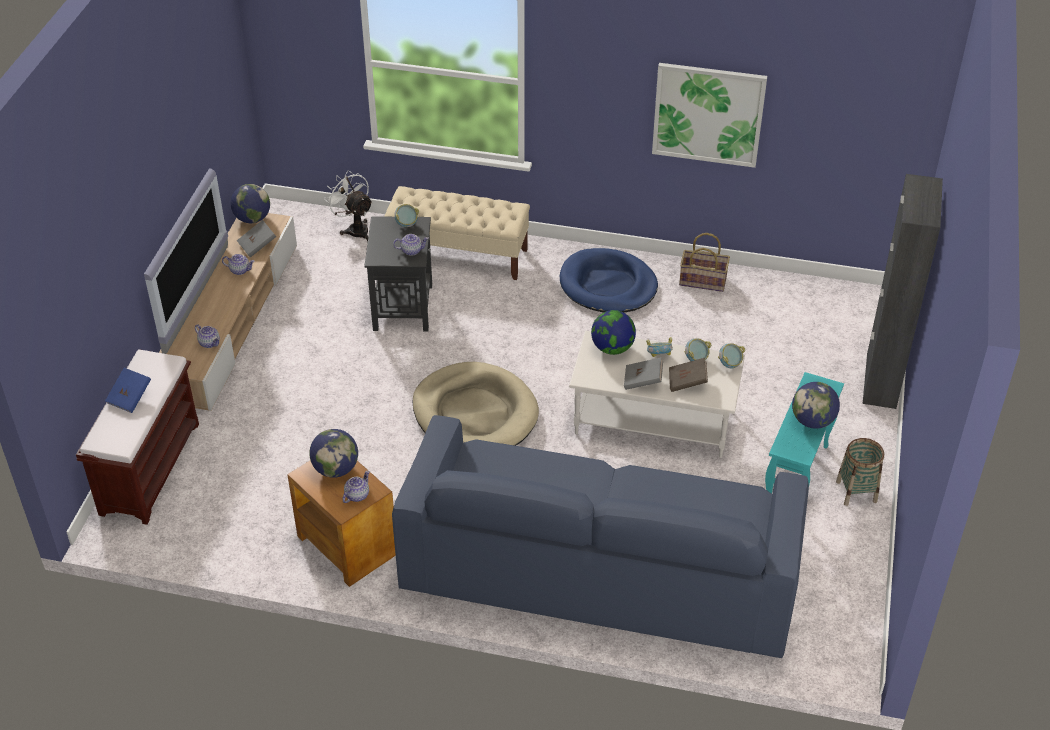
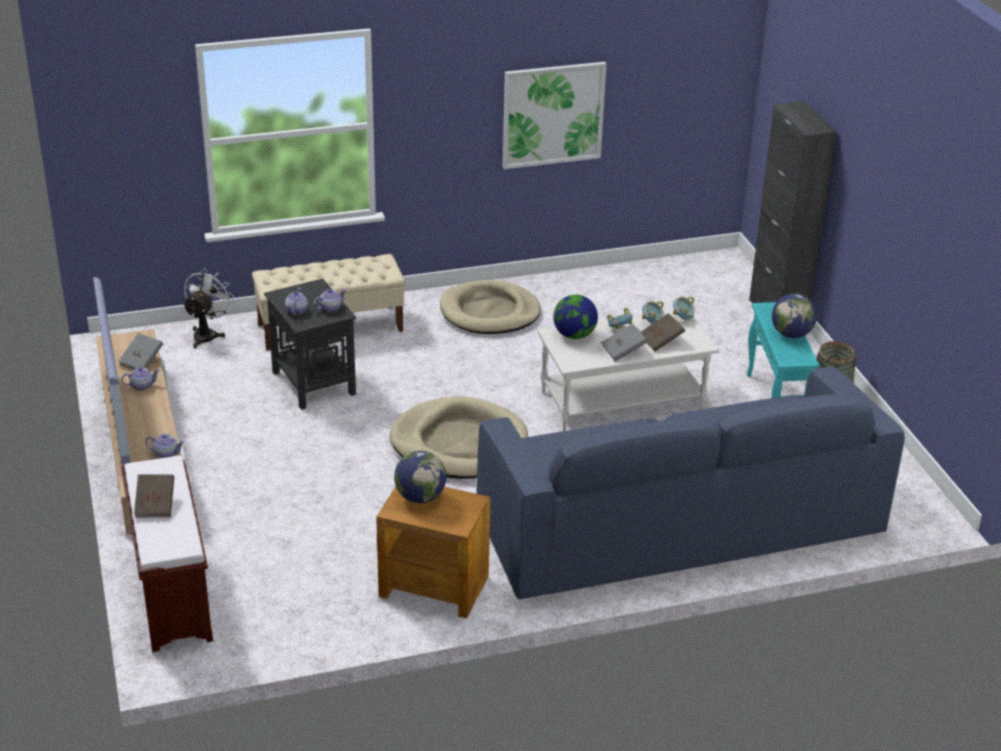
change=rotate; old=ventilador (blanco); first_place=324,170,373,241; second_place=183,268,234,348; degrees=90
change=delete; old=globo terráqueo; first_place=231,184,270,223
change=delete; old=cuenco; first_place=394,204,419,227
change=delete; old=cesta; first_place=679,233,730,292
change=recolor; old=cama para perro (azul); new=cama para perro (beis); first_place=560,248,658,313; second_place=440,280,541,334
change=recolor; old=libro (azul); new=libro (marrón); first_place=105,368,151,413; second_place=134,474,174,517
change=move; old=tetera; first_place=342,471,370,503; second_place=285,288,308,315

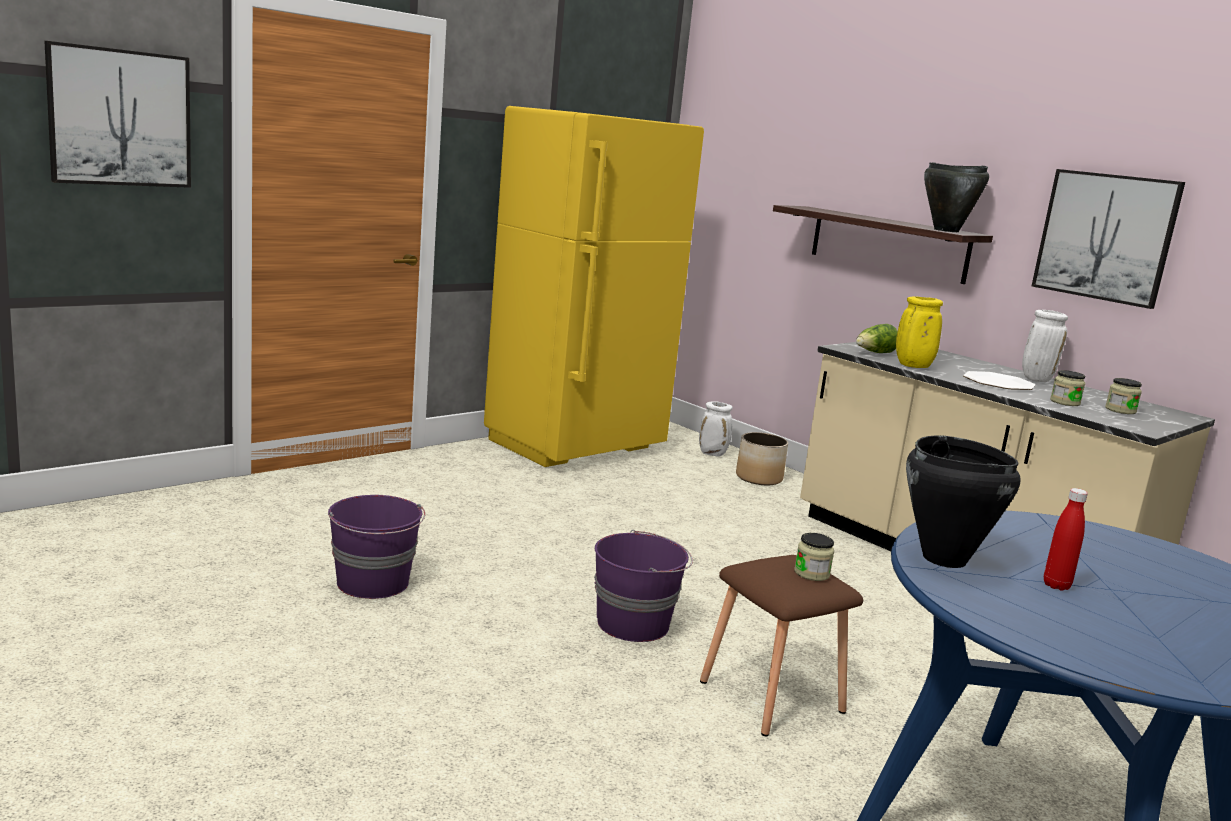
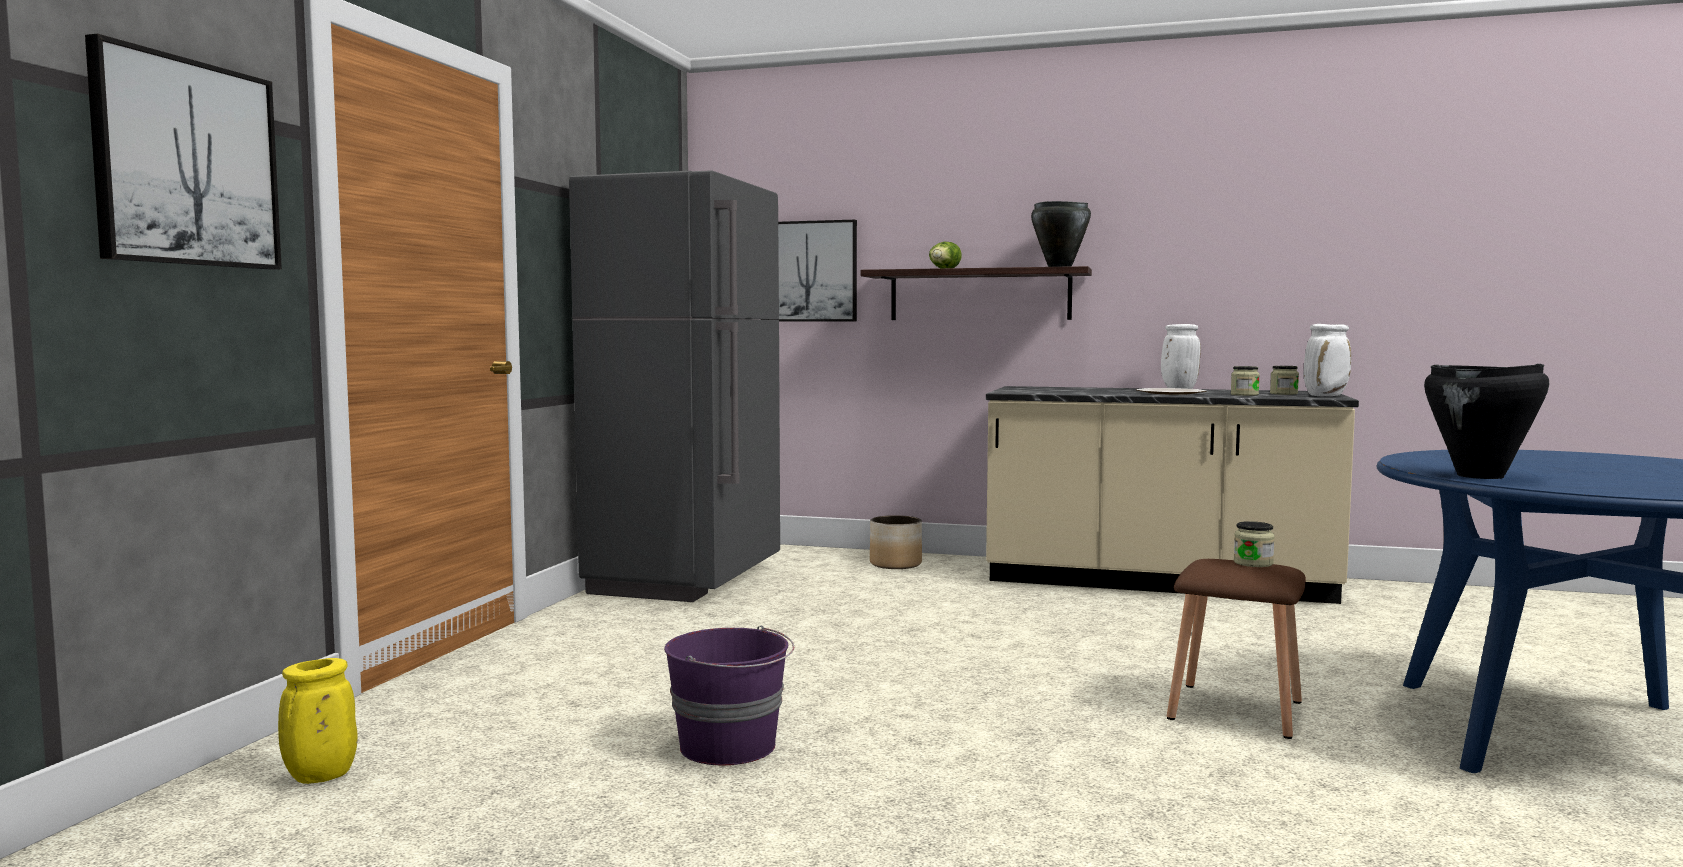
change=recolor; old=nevera (amarillo); new=nevera (gris); first_place=484,106,704,467; second_place=569,170,780,602
change=move; old=cuadro; first_place=1032,169,1185,309; second_place=760,220,857,322
change=move; old=florero (amarillo); first_place=896,296,943,368; second_place=278,658,358,784
change=move; old=lechuga; first_place=856,324,898,353; second_place=929,242,962,268
change=move; old=florero (blanco); first_place=699,401,733,457; second_place=1304,324,1351,396
change=delete; old=botella (rojo); first_place=1044,488,1088,591
change=delete; old=cubo (morado); first_place=594,530,693,642

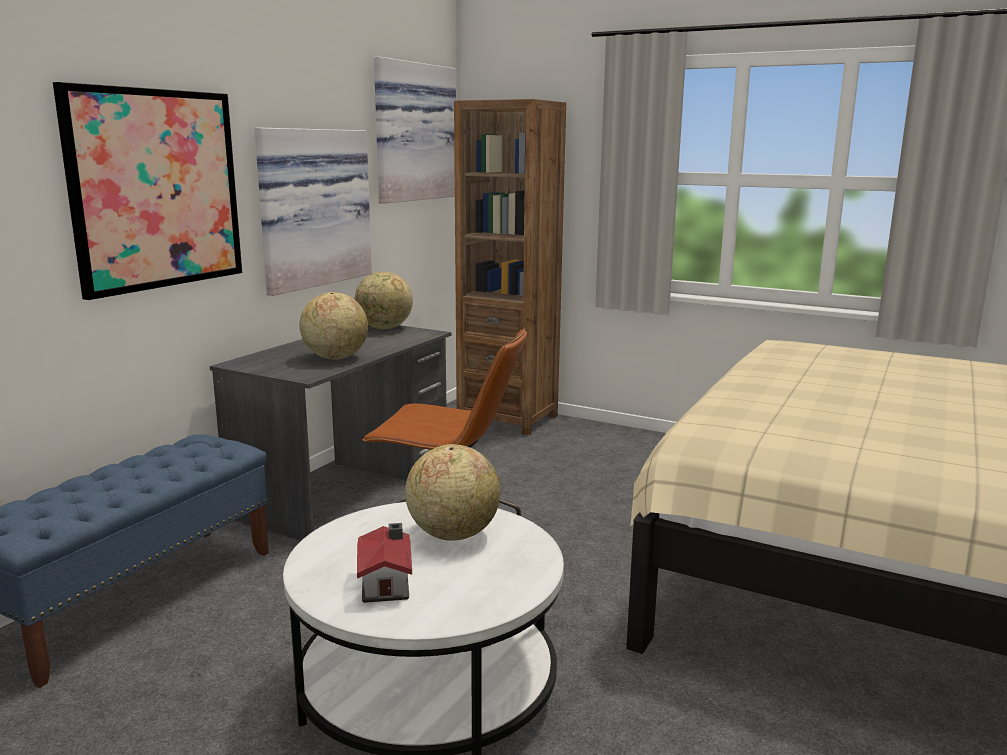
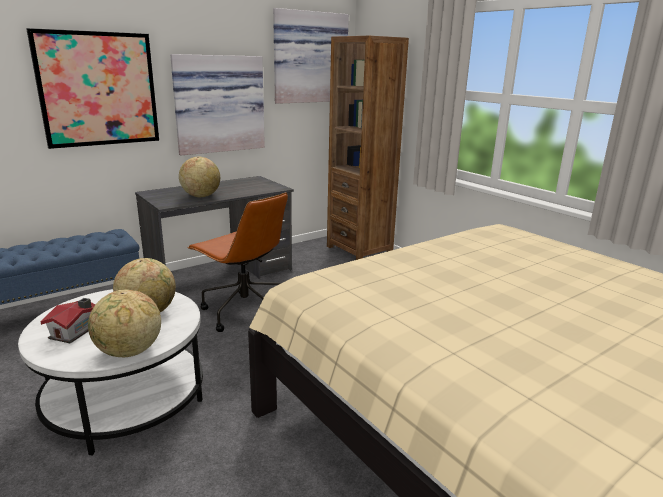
change=move; old=globo terráqueo; first_place=354,272,413,329; second_place=88,290,161,357

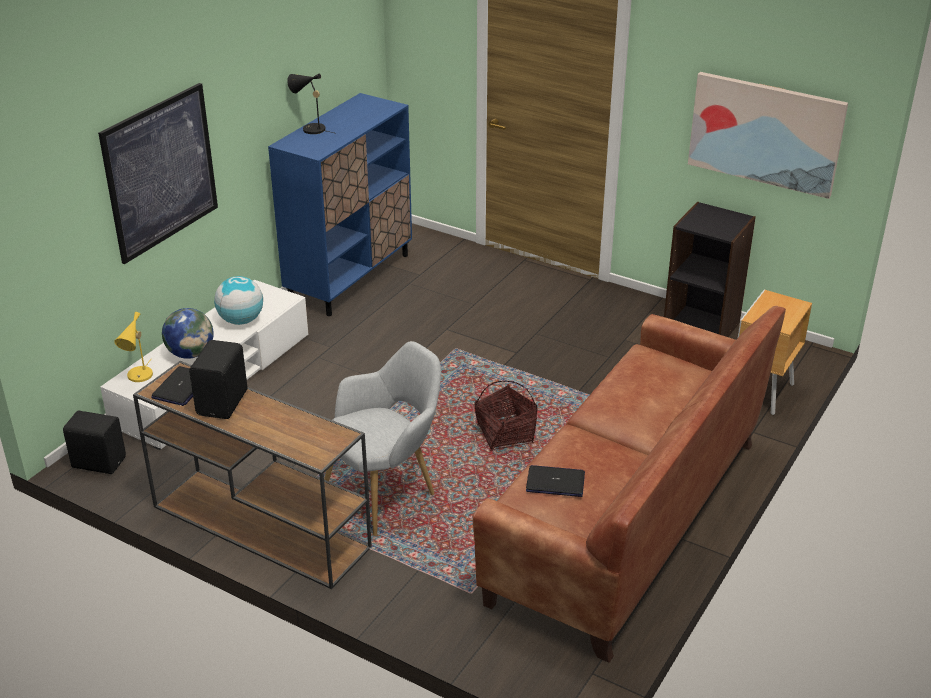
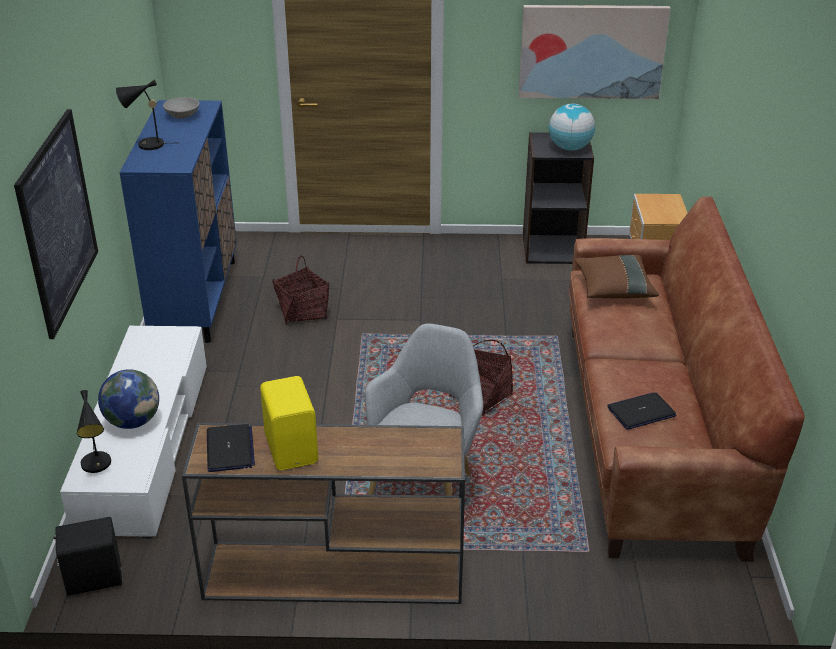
change=move; old=globo terráqueo; first_place=214,276,263,325; second_place=549,104,595,151
change=recolor; old=lámpara de mesa (amarillo); new=lámpara de mesa (negro); first_place=114,312,153,382; second_place=77,390,111,473
change=recolor; old=altavoz (negro); new=altavoz (amarillo); first_place=189,340,248,419; second_place=260,376,318,470
change=insert; new=cuenco (gris); second_place=163,97,199,119
change=insert; new=cojín (marrón); second_place=574,255,659,298
change=insert; new=cesta; second_place=273,256,329,326

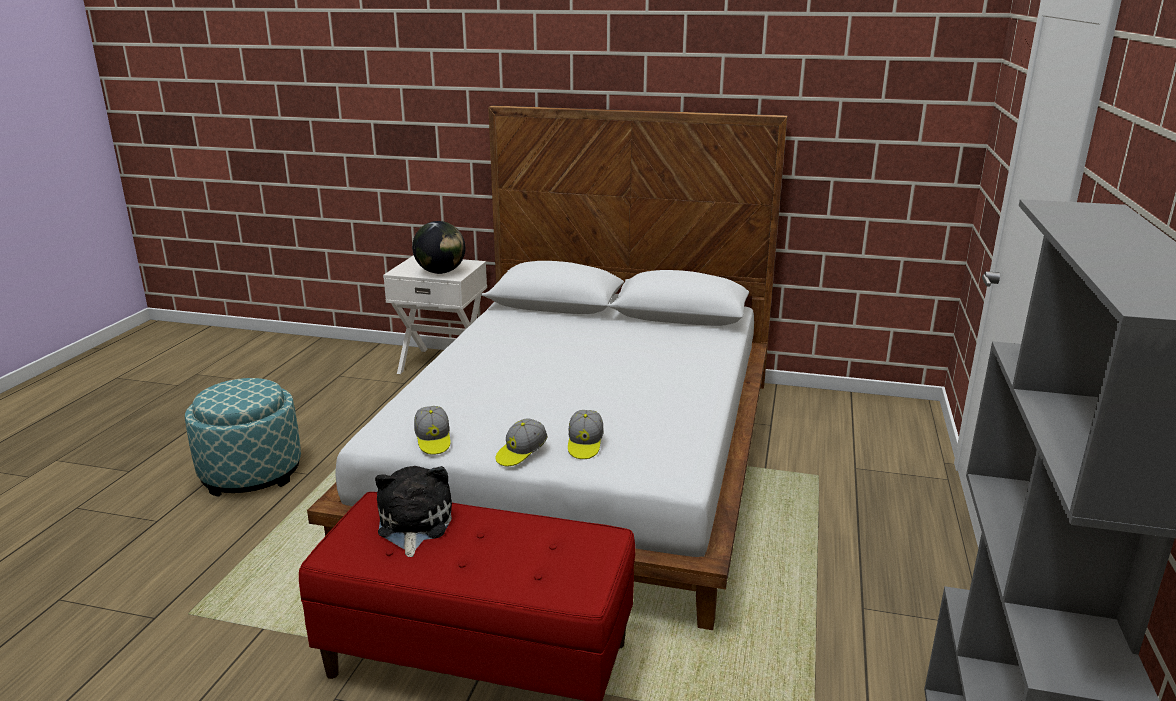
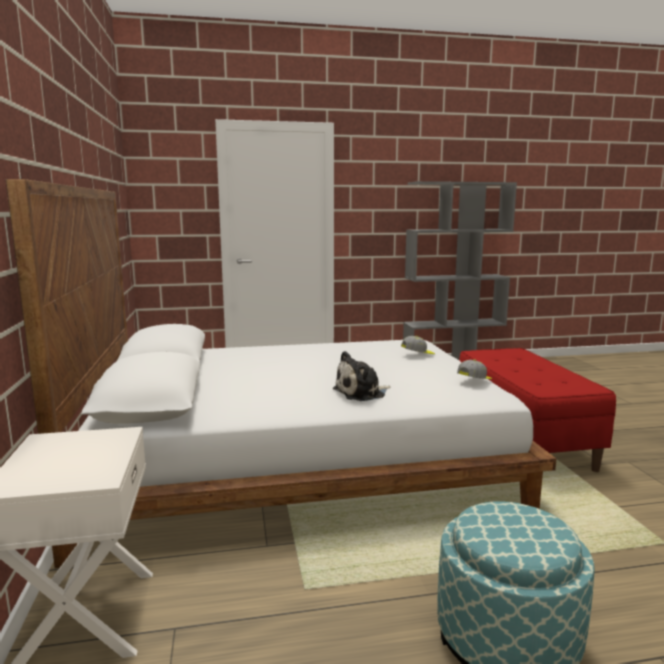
change=delete; old=globo terráqueo; first_place=412,221,465,274
change=delete; old=gorra; first_place=496,418,548,467
change=move; old=peluche; first_place=375,466,452,557; second_place=333,351,391,401

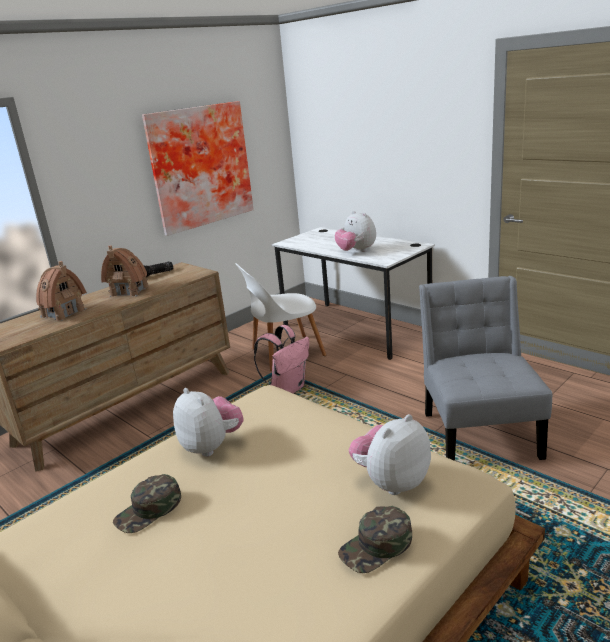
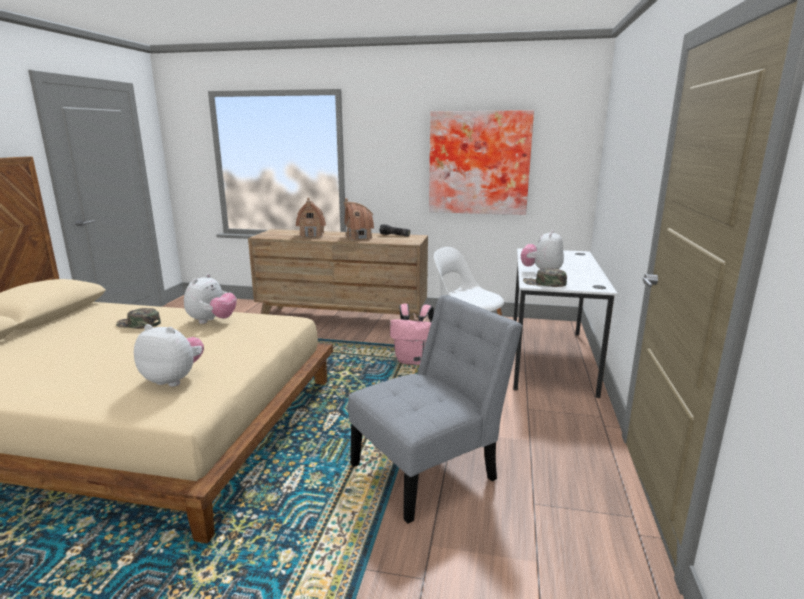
change=move; old=gorra (verde); first_place=338,506,412,573; second_place=523,268,567,287

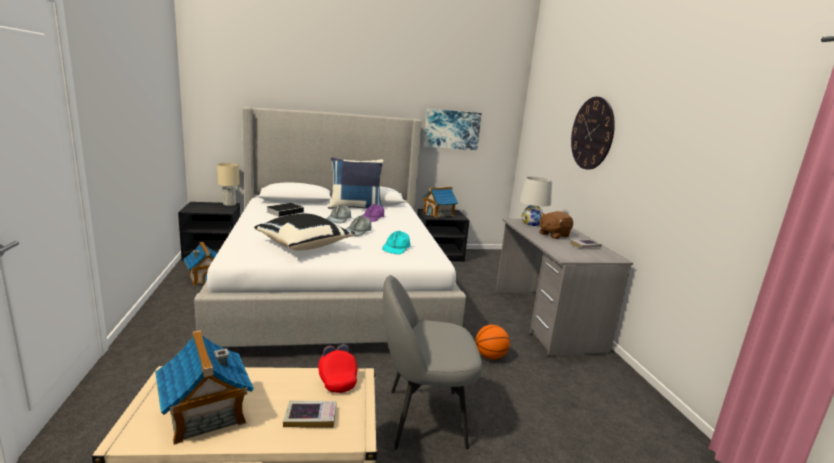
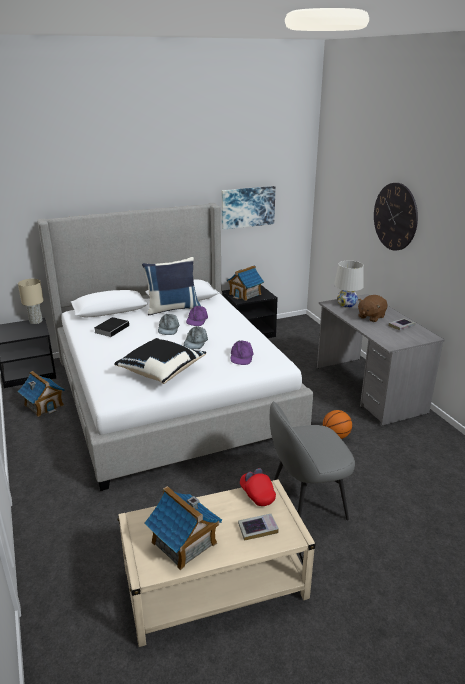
change=recolor; old=gorra (turquesa); new=gorra (morado); first_place=382,231,410,254; second_place=231,340,254,365

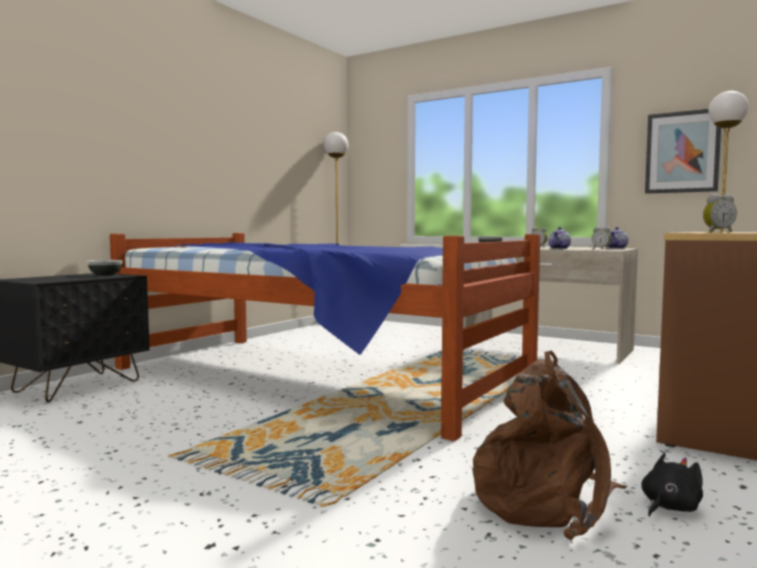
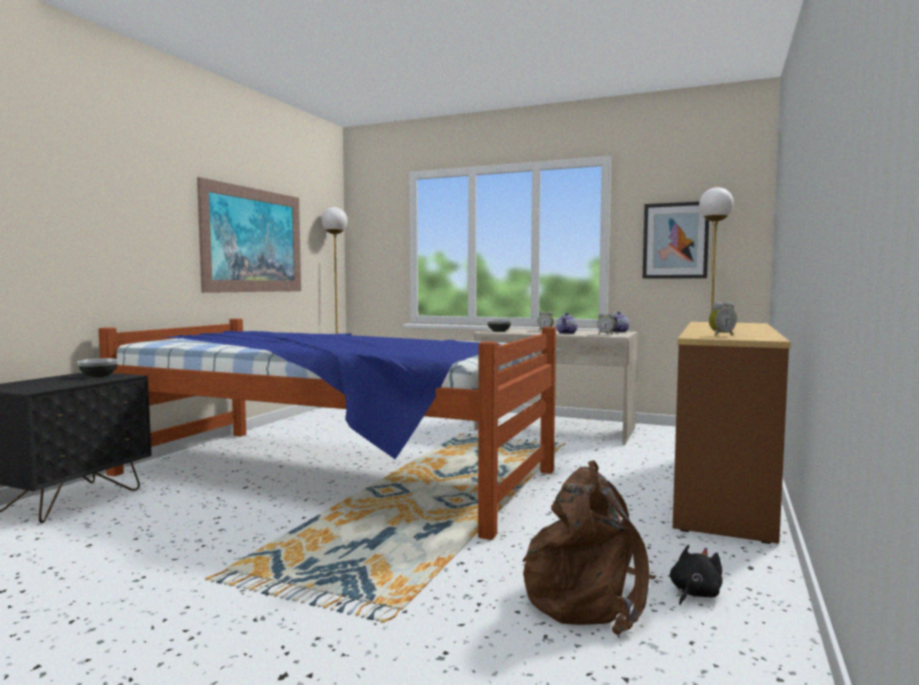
change=insert; new=cuadro; second_place=197,177,301,293

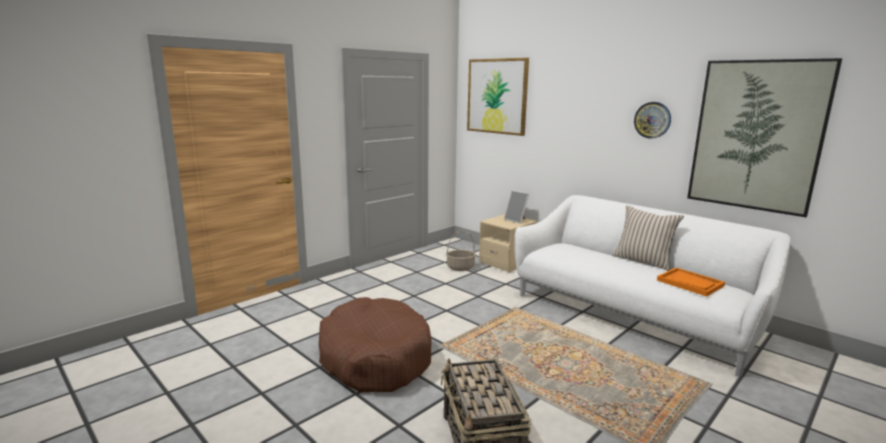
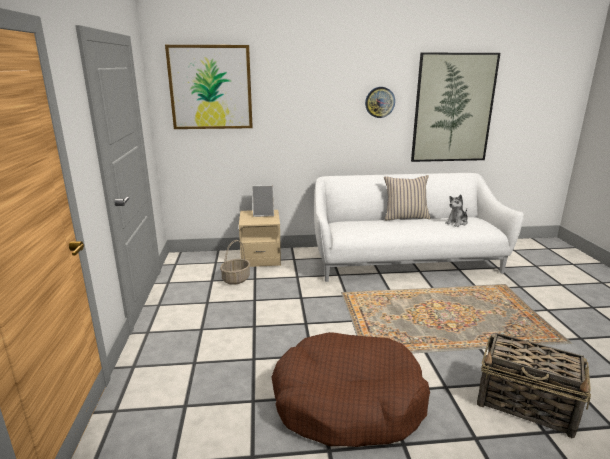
change=replace; old=bandeja (naranja); new=peluche; first_place=657,268,725,297; second_place=445,194,468,227

